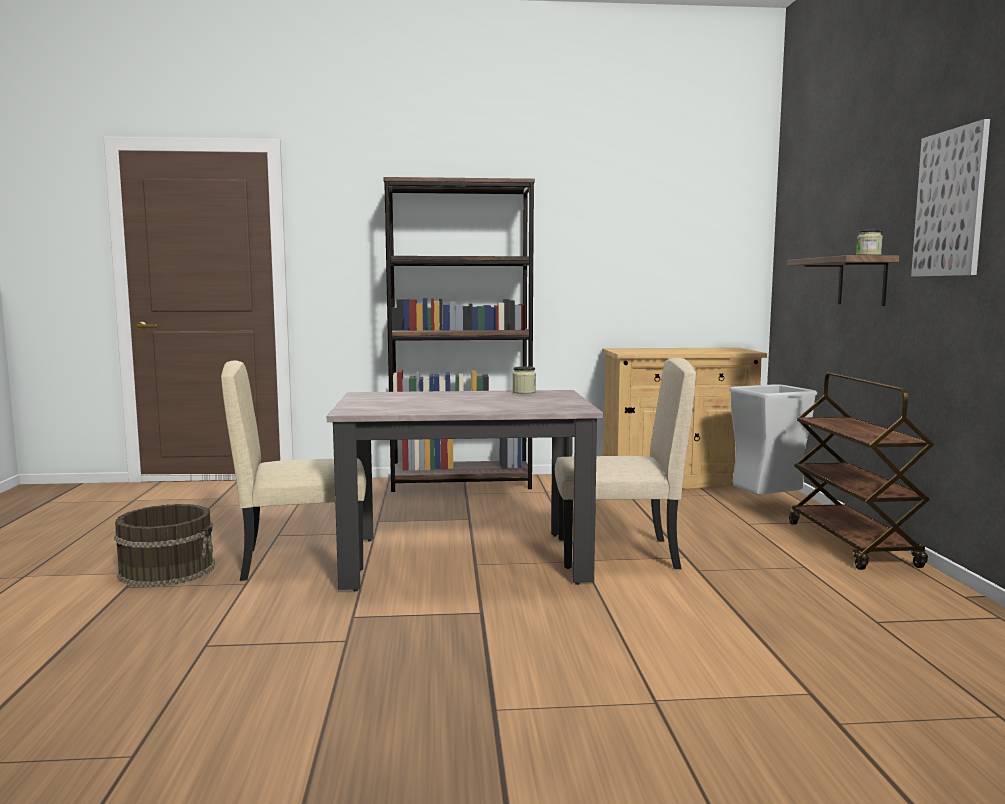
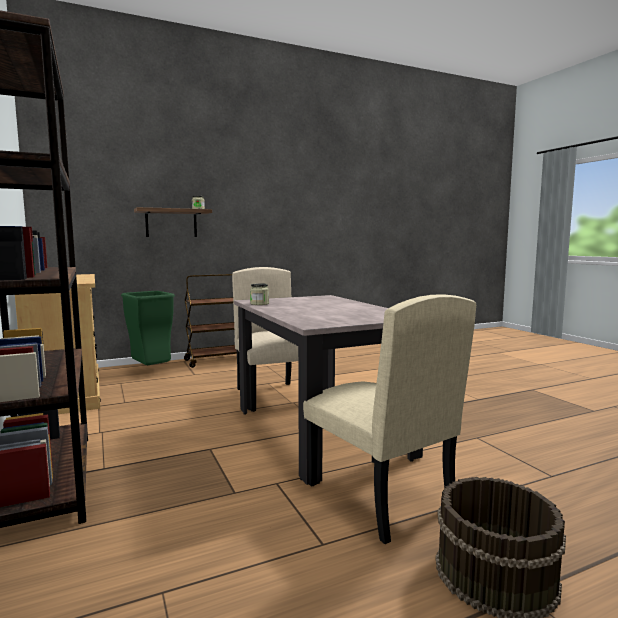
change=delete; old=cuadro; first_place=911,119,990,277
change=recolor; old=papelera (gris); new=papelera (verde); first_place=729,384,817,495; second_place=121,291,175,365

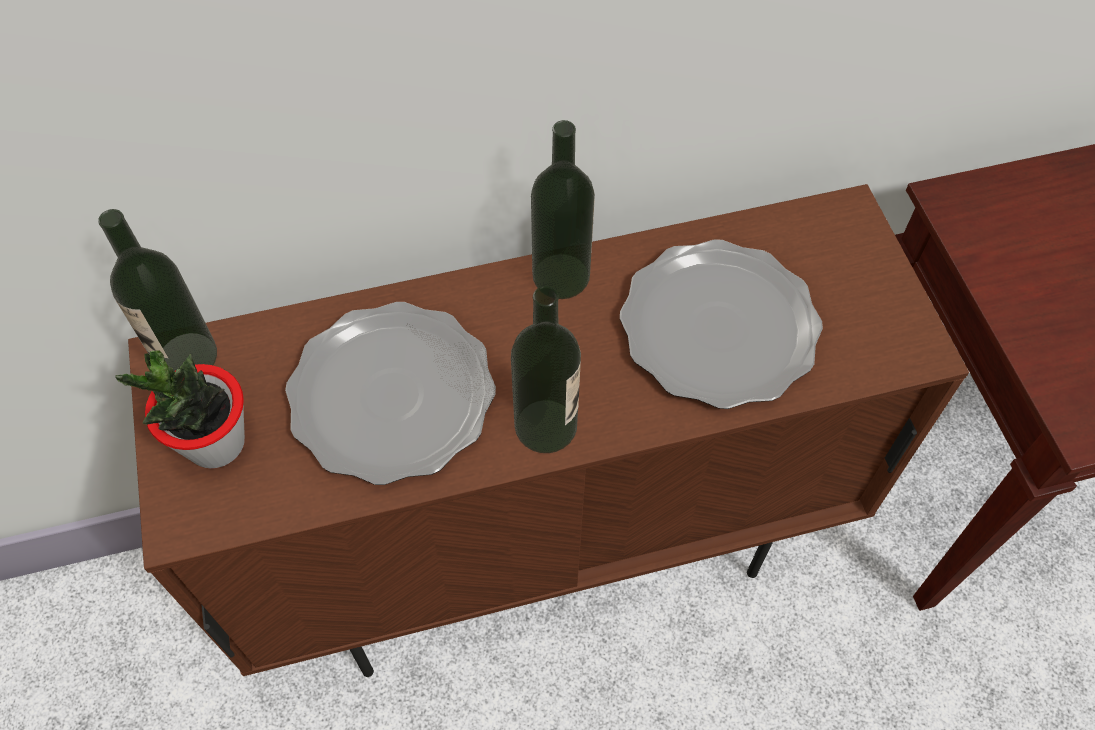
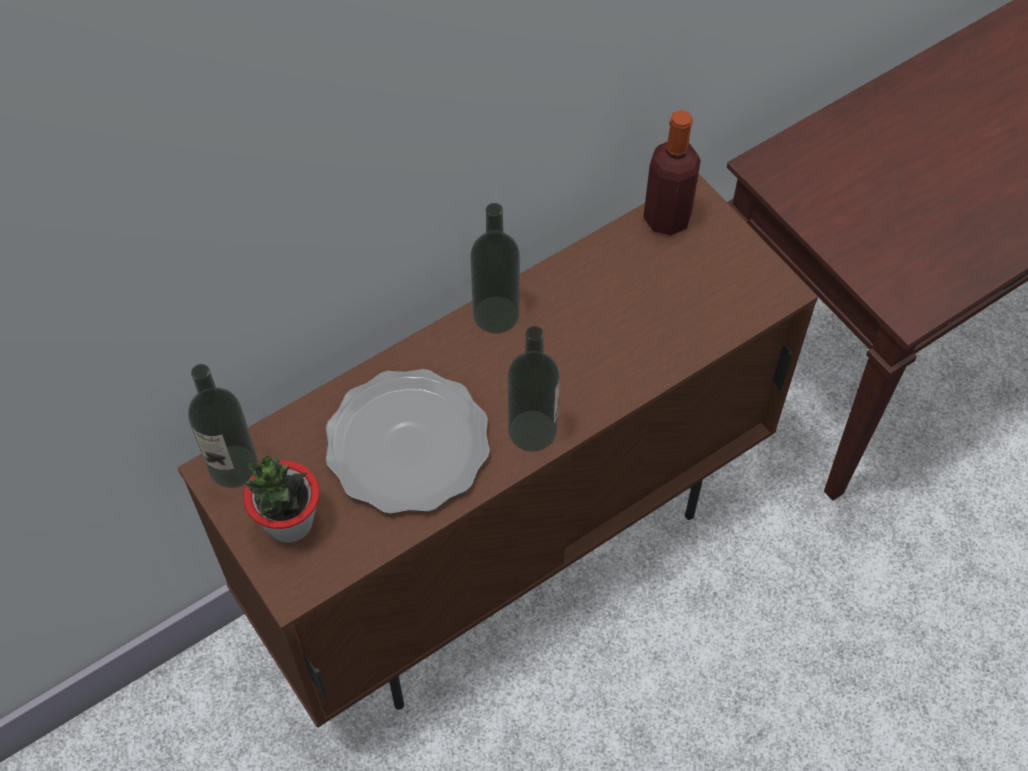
change=delete; old=plato; first_place=620,239,823,409
change=insert; new=botella; second_place=643,110,701,236

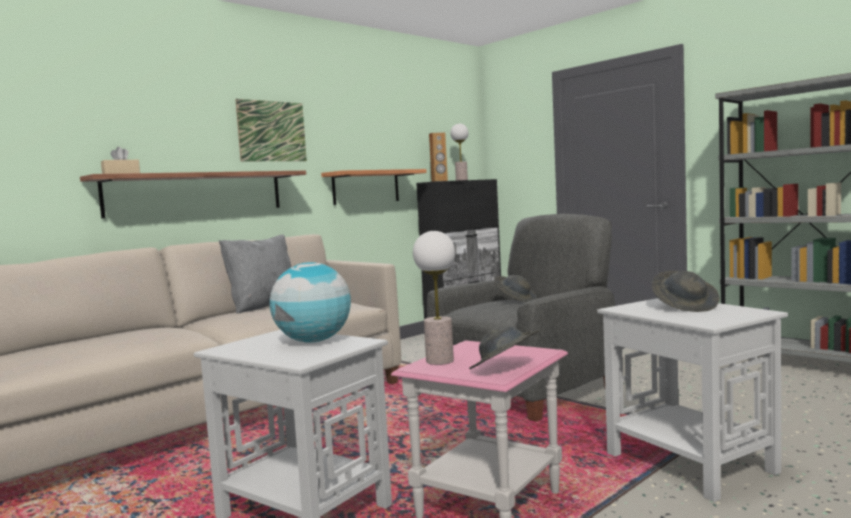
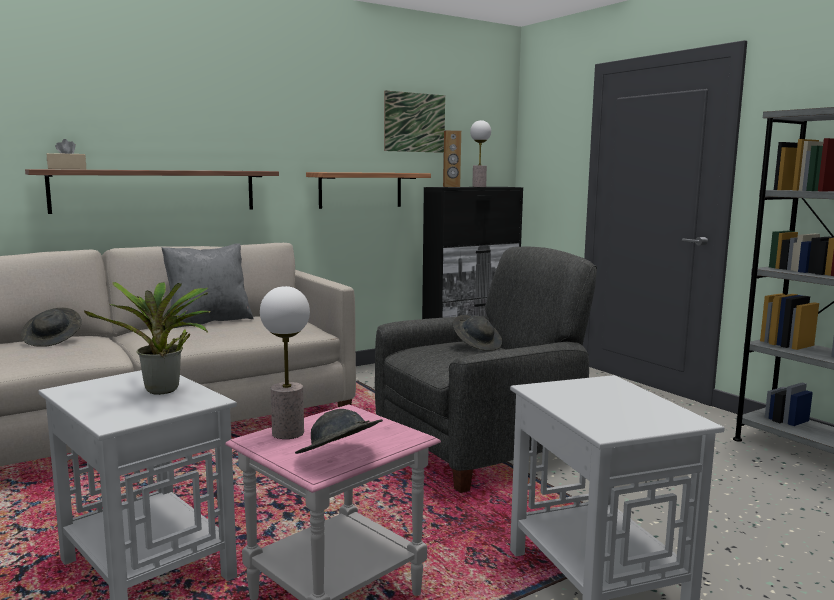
change=move; old=cuadro; first_place=235,99,307,161; second_place=384,90,445,153
change=replace; old=globo terráqueo; new=planta en maceta; first_place=270,262,351,343; second_place=84,282,211,395
change=move; old=sombrero (gris); first_place=652,270,720,312; second_place=21,308,82,347

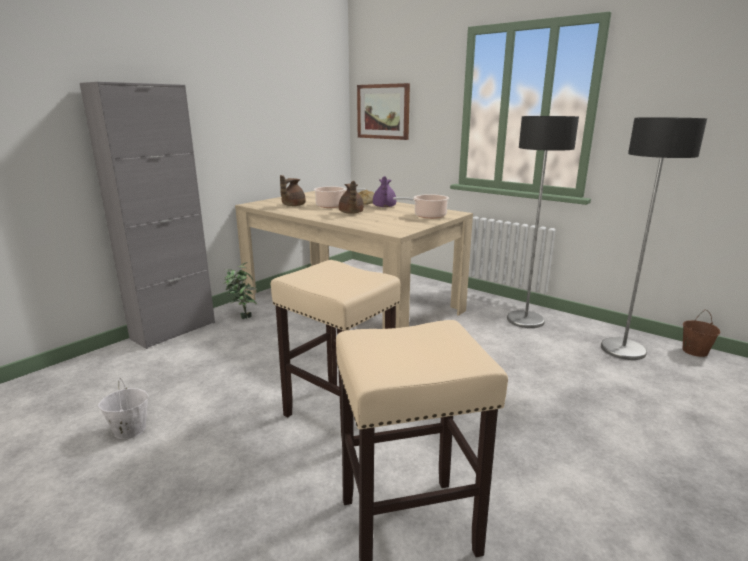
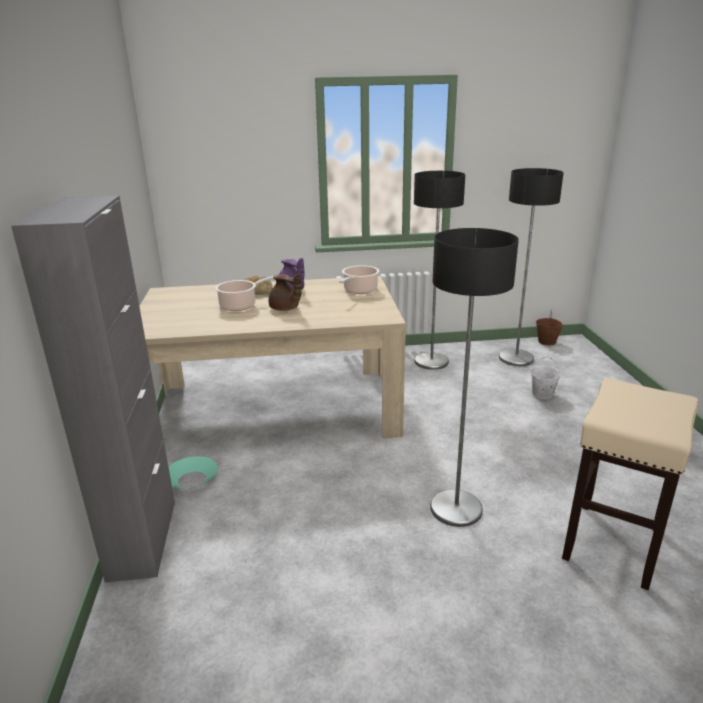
change=delete; old=cuadro; first_place=357,83,410,140
change=delete; old=tetera (marrón); first_place=280,175,305,206
change=replace; old=taburete (beis); new=lámpara de pie; first_place=271,260,400,437; second_place=430,228,519,527
change=replace; old=planta en maceta; new=cuenco (turquesa); first_place=223,262,257,319; second_place=169,456,218,489
change=move; old=cubo (blanco); first_place=98,377,149,439; second_place=531,356,561,399

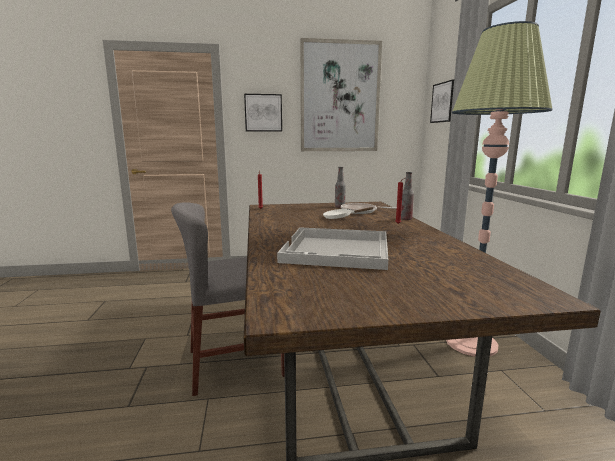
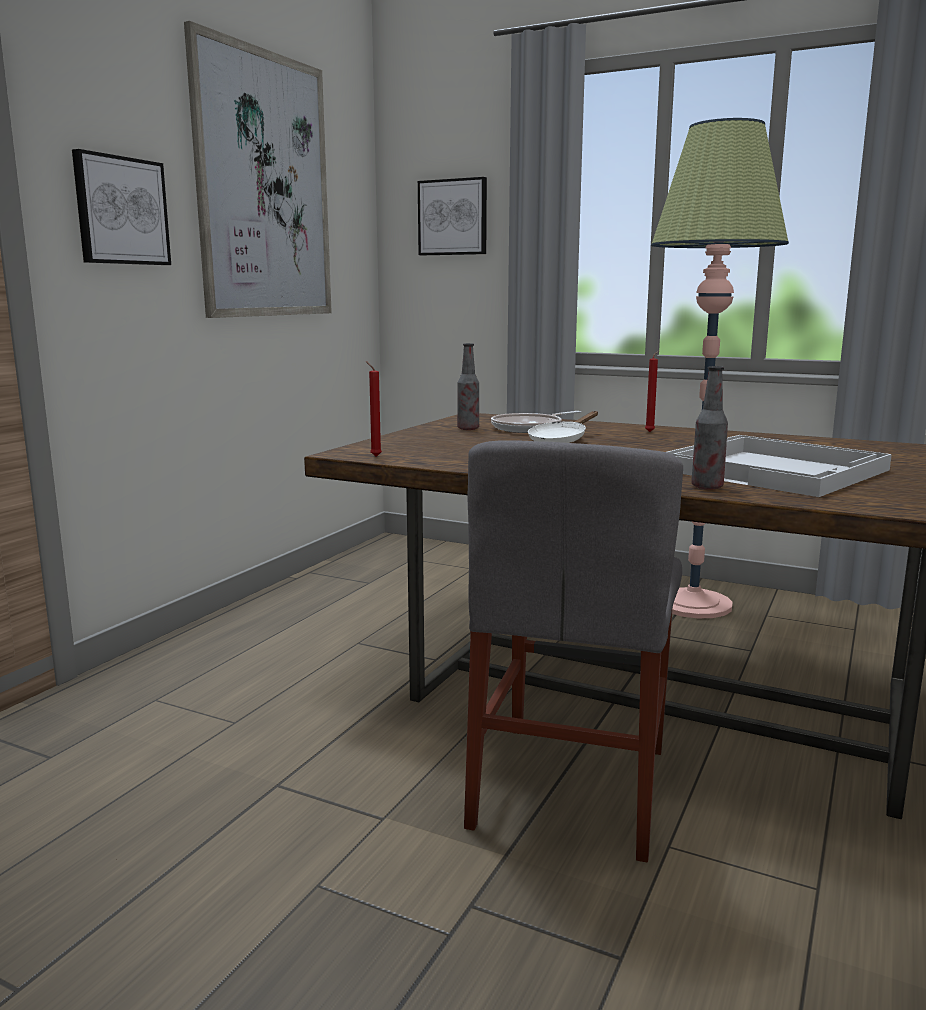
change=move; old=botella; first_place=401,172,414,220; second_place=691,366,728,490

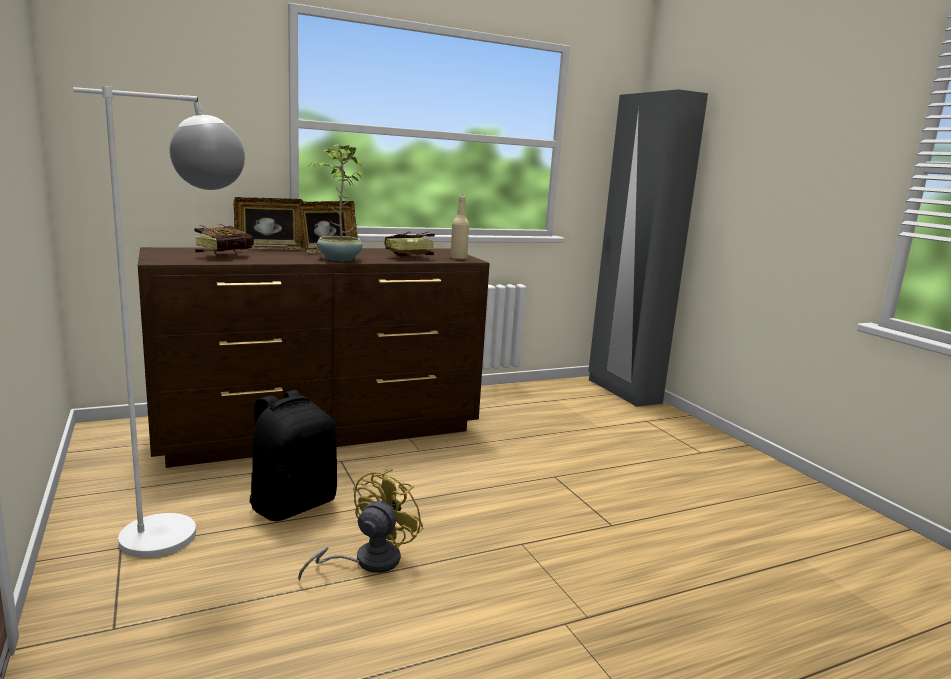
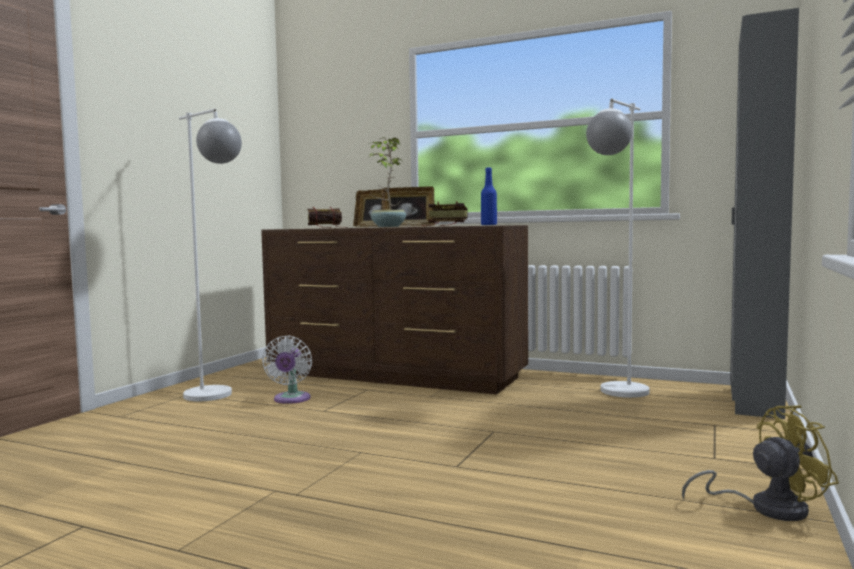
change=recolor; old=botella (beis); new=botella (azul); first_place=450,196,469,259; second_place=481,168,497,225
change=replace; old=mochila (negro); new=ventilador (blanco); first_place=250,390,337,521; second_place=262,335,312,404
change=move; old=ventilador (amarillo); first_place=298,469,424,581; second_place=682,405,839,521
change=insert; new=lámpara de pie (blanco); second_place=586,98,649,398

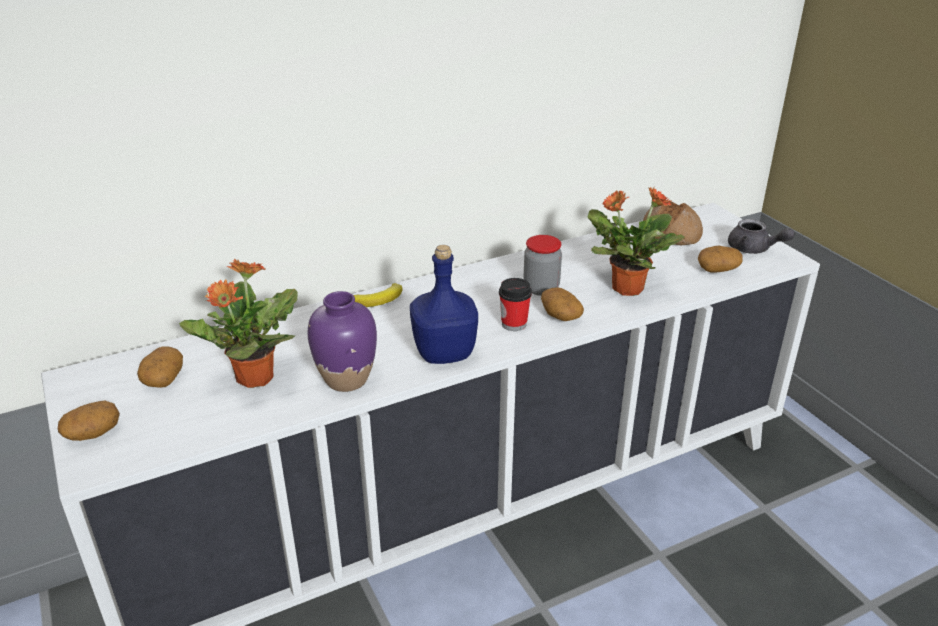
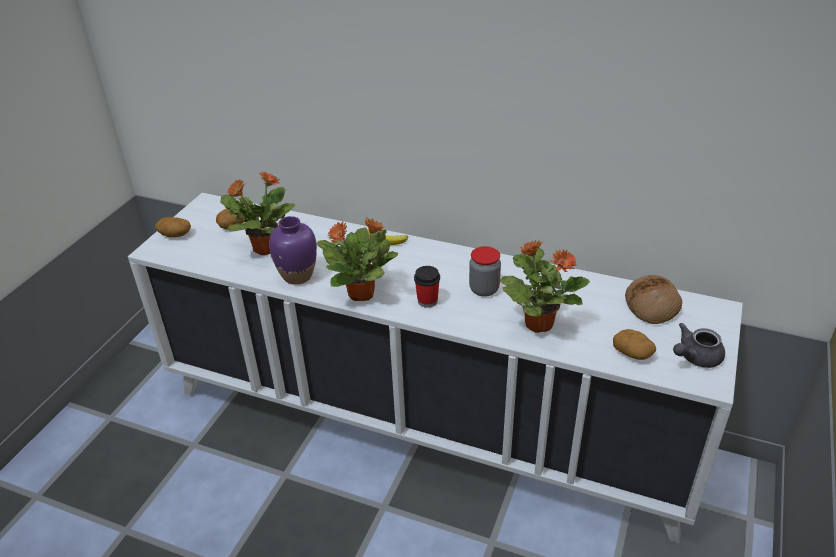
change=rotate; old=tetera (gris); first_place=728,219,794,254; second_place=673,323,725,368; degrees=60
change=replace; old=botella (azul); new=planta en maceta; first_place=410,245,478,364; second_place=316,217,398,301
change=delete; old=patata; first_place=541,287,584,321

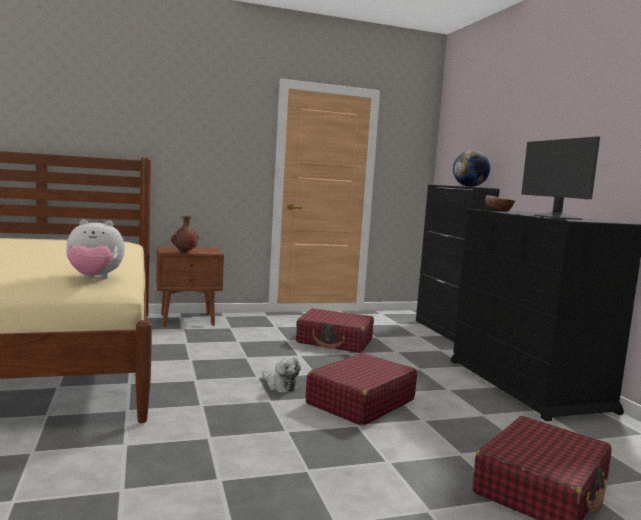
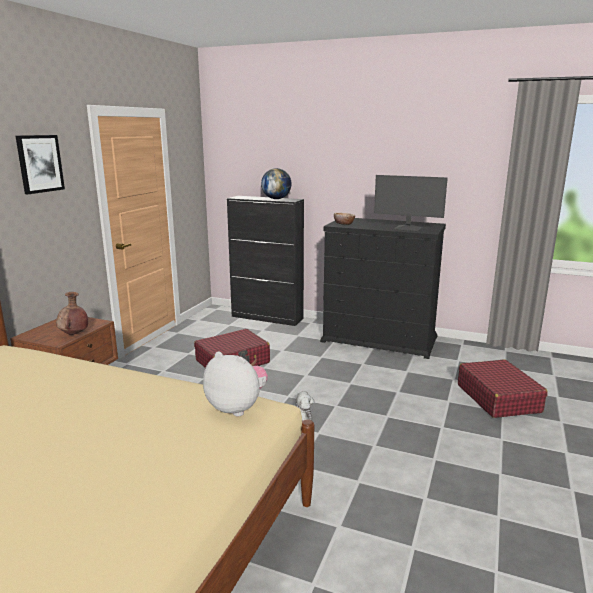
change=rotate; old=peluche; first_place=66,220,125,278; second_place=203,351,268,417; degrees=-90
change=delete; old=maleta (rojo); first_place=306,353,417,426
change=insert; new=cuadro; second_place=16,135,65,194

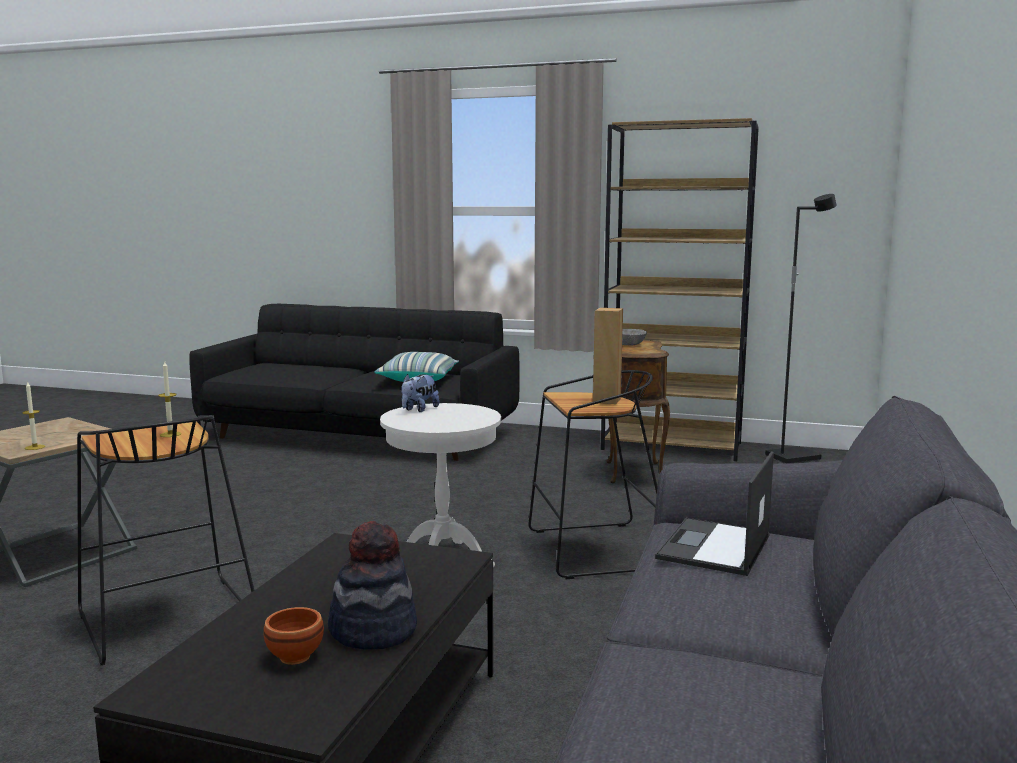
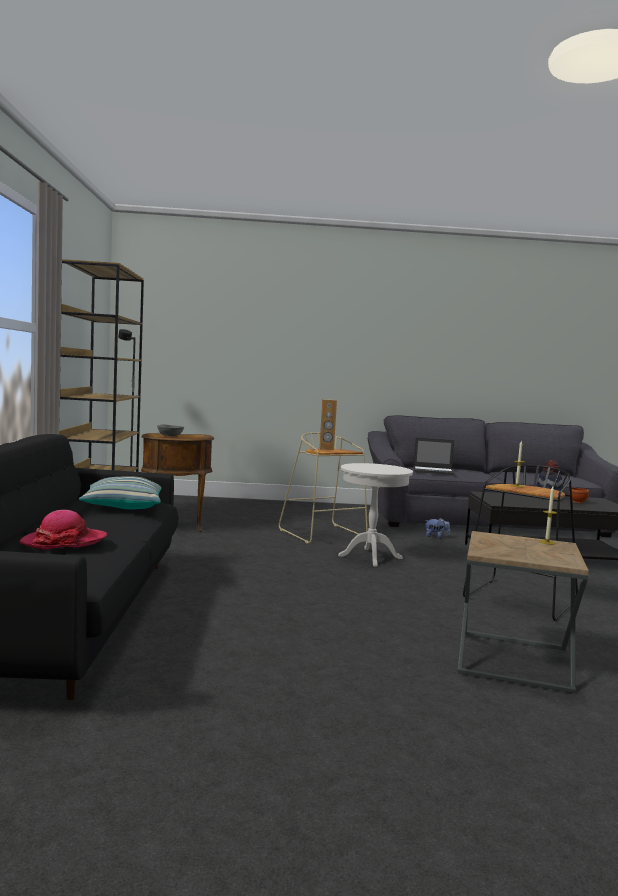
change=recolor; old=taburete (negro); new=taburete (beis); first_place=528,370,658,579; second_place=279,432,368,544
change=move; old=peluche; first_place=401,374,440,412; second_place=425,518,450,539
change=insert; new=sombrero; second_place=20,510,107,550

